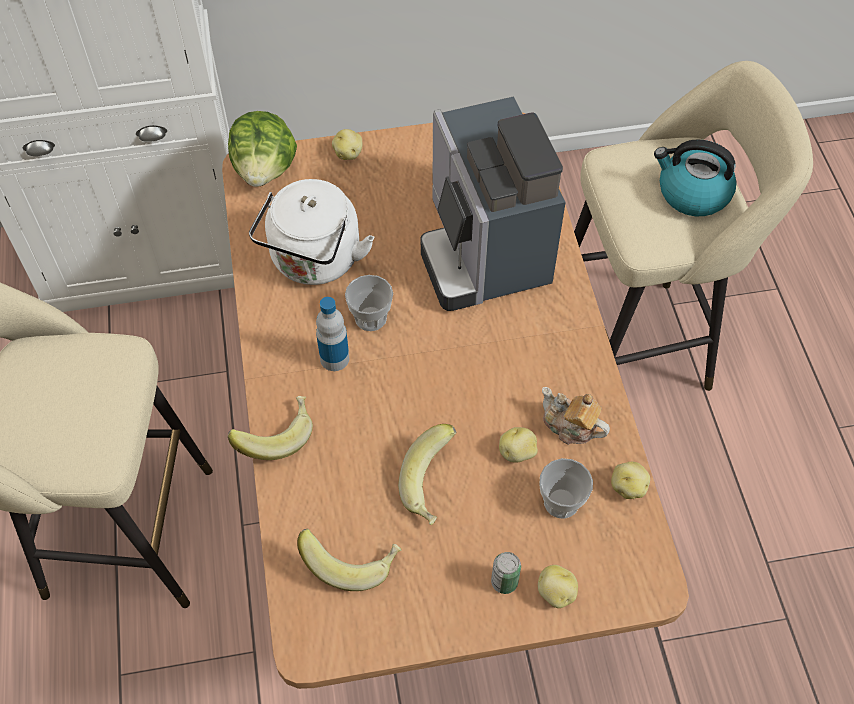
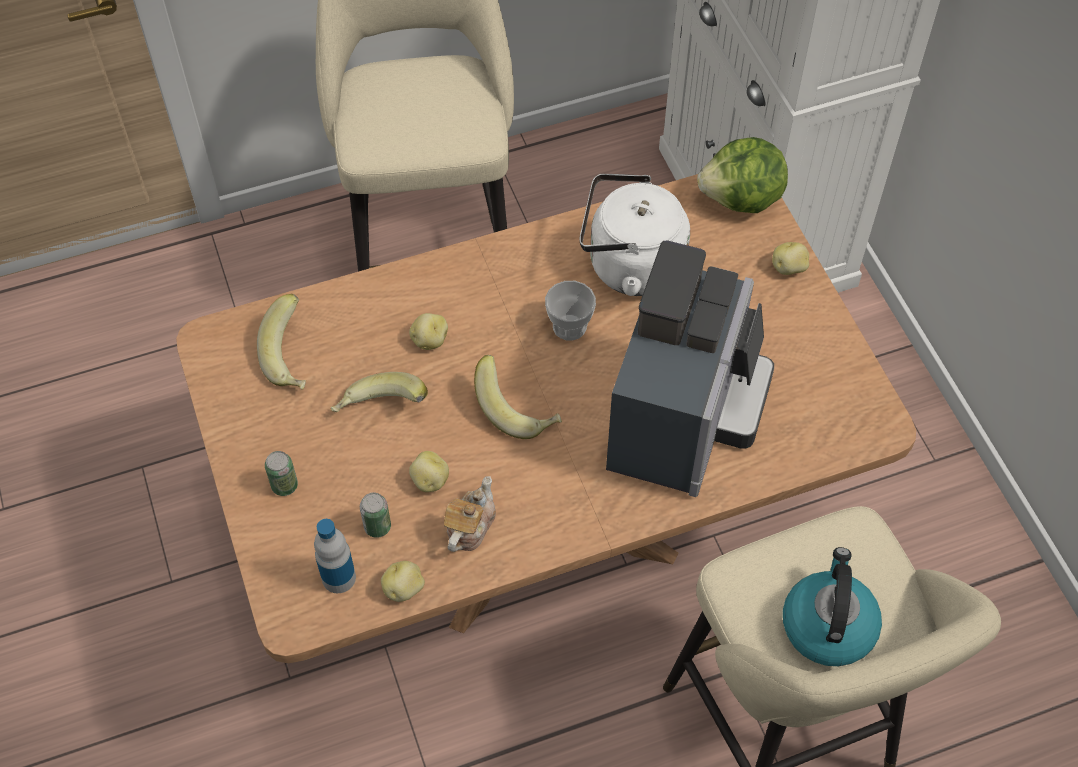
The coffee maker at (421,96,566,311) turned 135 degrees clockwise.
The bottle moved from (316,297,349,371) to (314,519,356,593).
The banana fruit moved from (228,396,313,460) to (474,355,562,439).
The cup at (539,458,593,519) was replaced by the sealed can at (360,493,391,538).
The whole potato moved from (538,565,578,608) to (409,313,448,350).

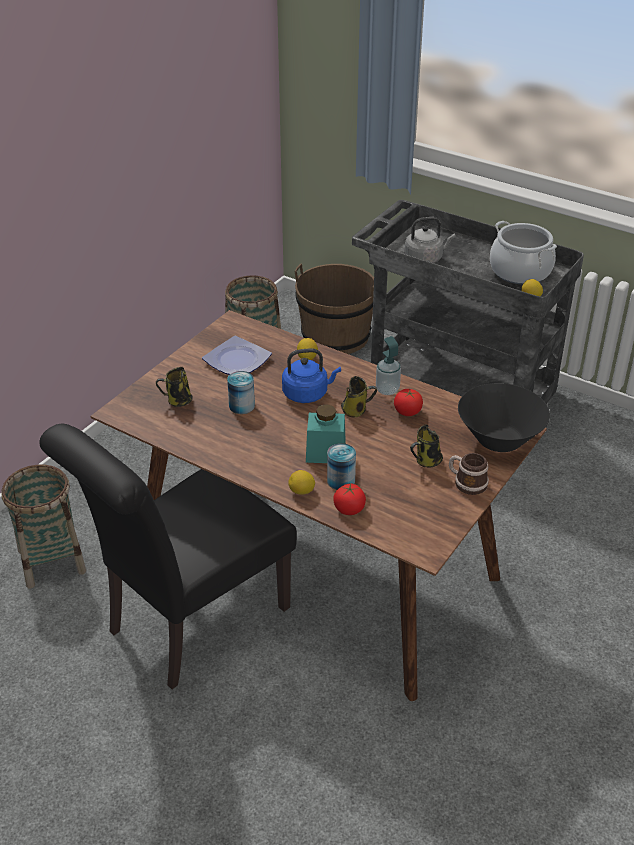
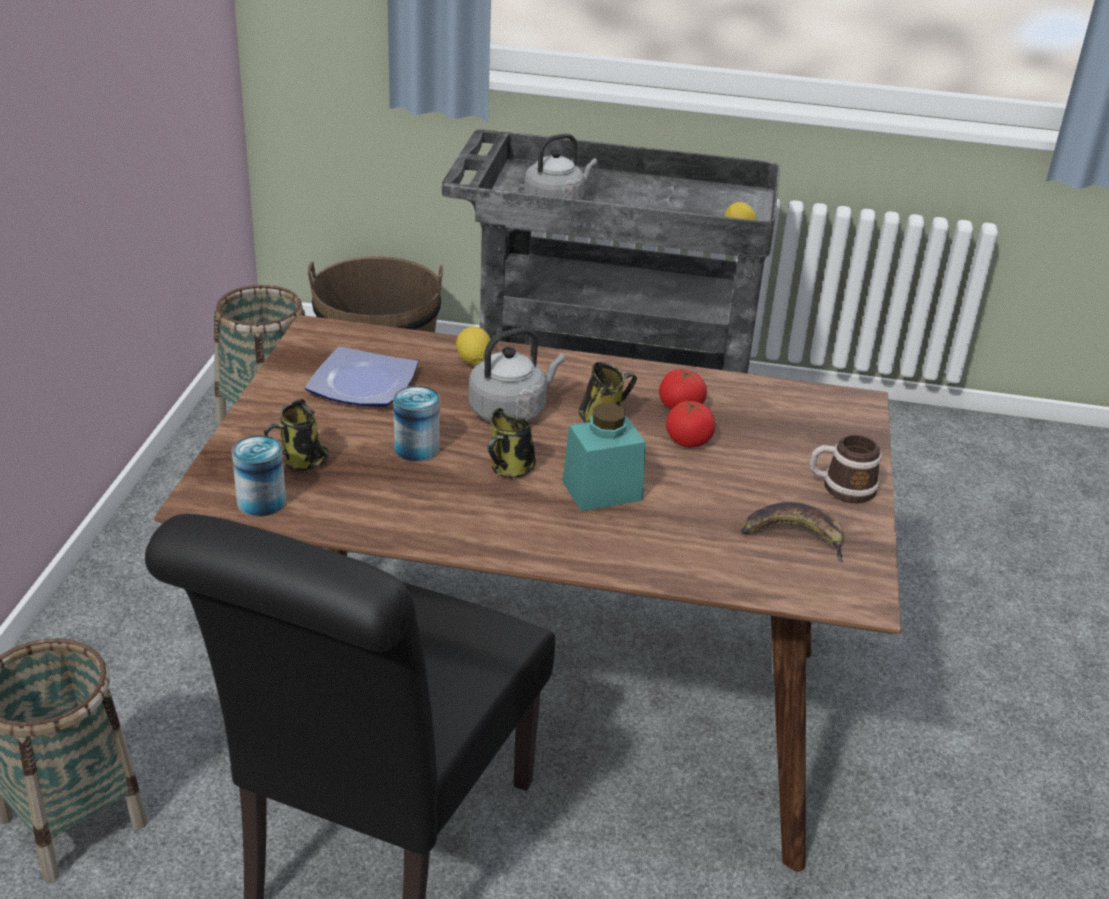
The cooking pot at (490,221,557,285) disappeared.
The soap bottle at (376,336,401,395) disappeared.
The blue-coloured kettle at (282,348,341,403) became the grey kettle at (469,327,565,422).
The black-coloured serving bowl at (458,383,550,452) disappeared.
The mug moved from (410,424,443,467) to (487,408,536,478).
The sealed can moved from (327,443,356,490) to (232,435,286,517).
The lemon at (288,470,315,495) disappeared.
The fresh tomato moved from (333,483,366,515) to (666,400,715,448).
The banana fruit at (741,502,844,563) appeared.

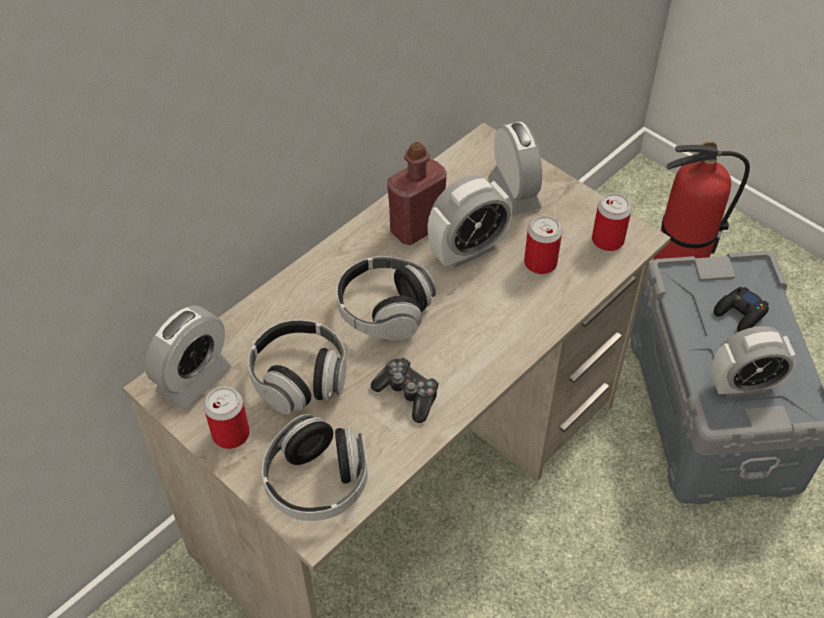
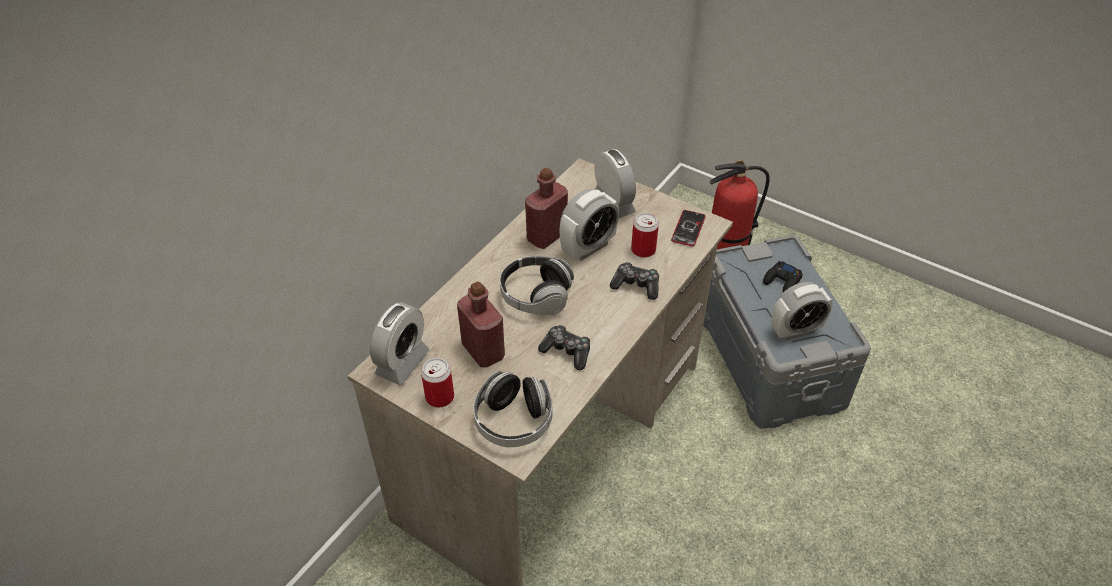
The sealed can at (592,193,632,251) was replaced by the handset at (671,210,706,247).
The pair of headphones at (248,320,346,414) was replaced by the red bottle at (457,282,505,367).
The joypad at (610,262,659,300) appeared.

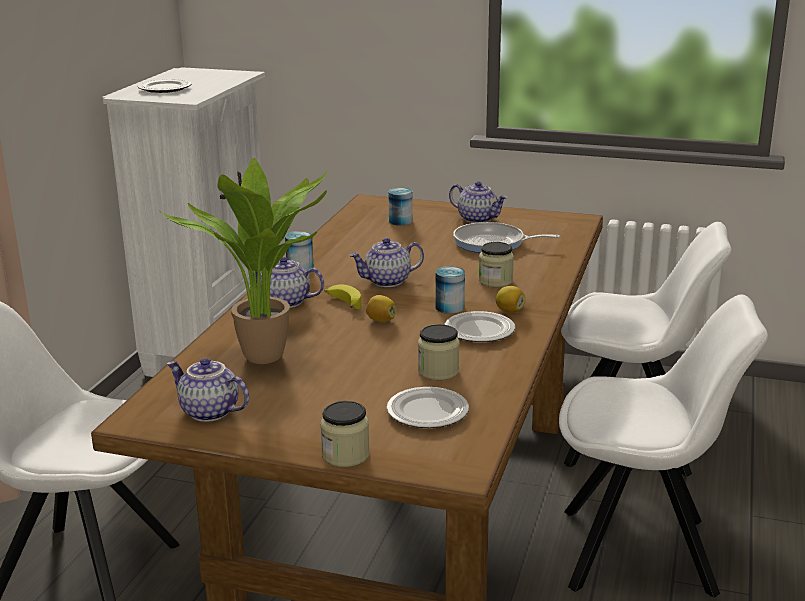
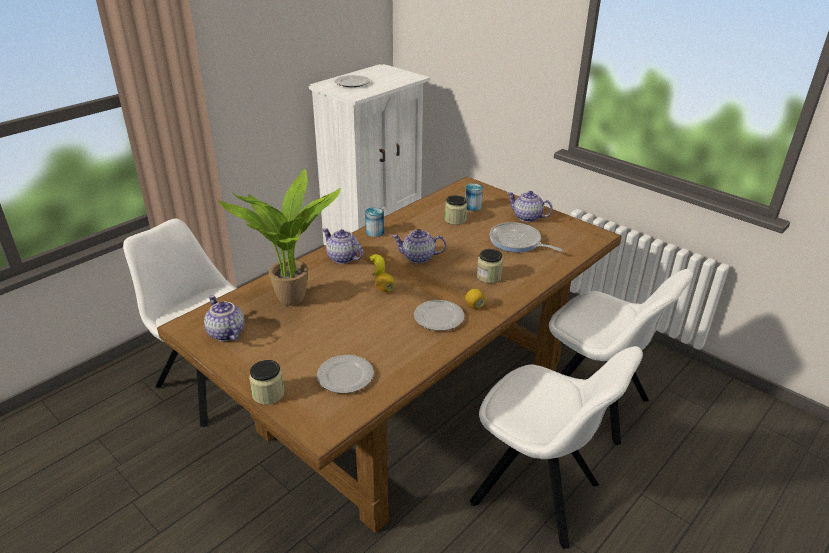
The teapot at (449,181,508,223) turned 150 degrees clockwise.
The sealed can at (436,266,465,314) disappeared.
The preserve jar moved from (418,324,459,380) to (445,195,467,225).

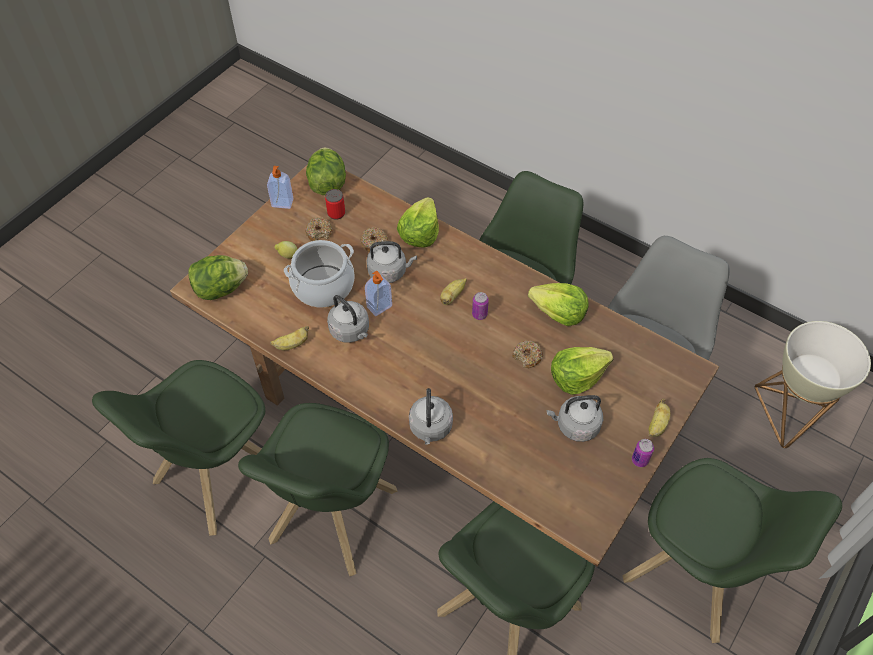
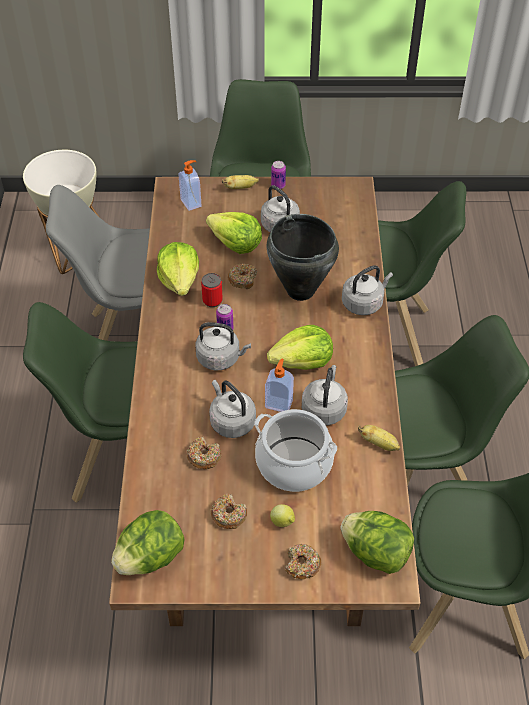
The soap bottle moved from (267,166,294,209) to (179,160,202,211).
The sealed can moved from (325,189,345,220) to (201,273,223,307).
The lettuce head moved from (397,197,439,248) to (267,325,333,370).
The banana fruit at (440,278,467,305) was replaced by the grey kettle at (196,322,251,370).
The black-coloured cooking pot at (267,214,339,301) appeared.
The ring doughnut at (285,544,322,579) appeared.

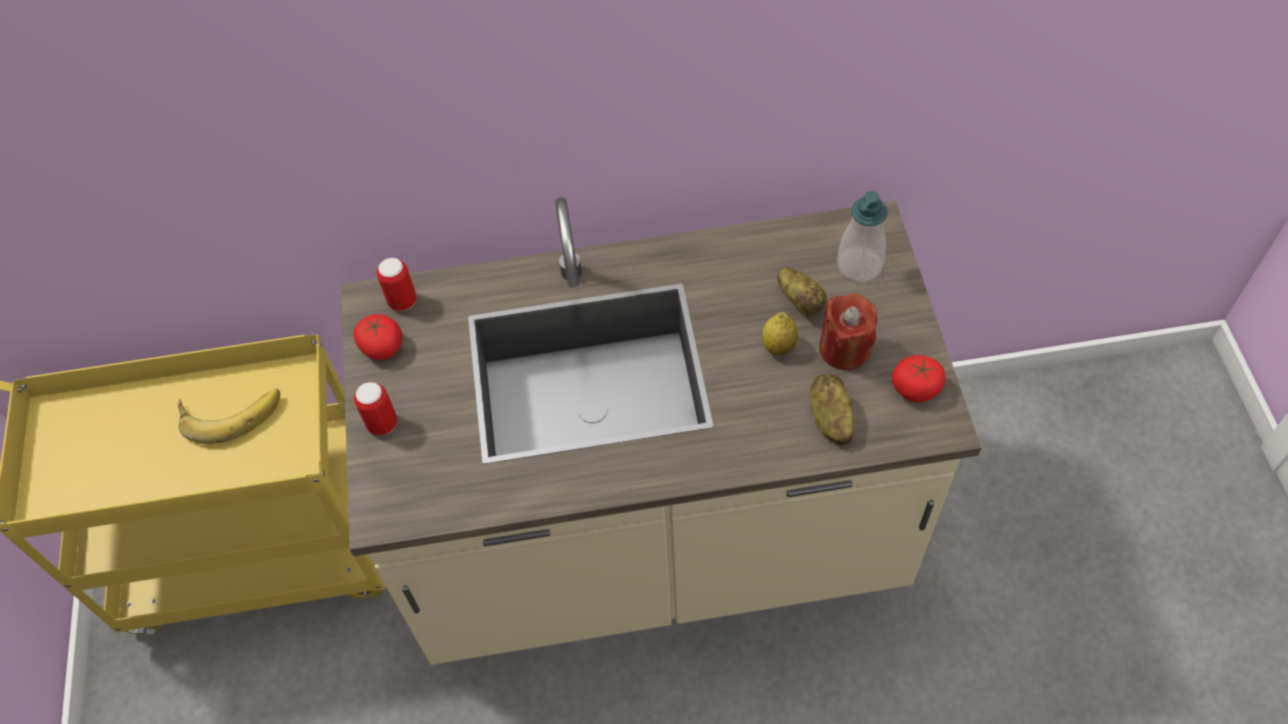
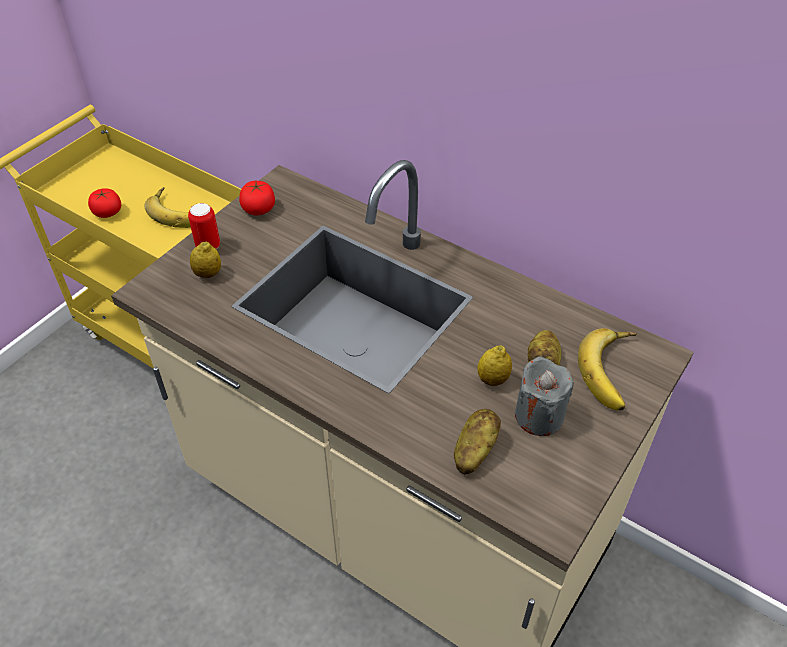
The soap bottle at (837,191,888,282) was replaced by the banana fruit at (578,328,637,410).
The sealed can at (377,258,417,311) disappeared.
The red candle at (819,293,877,370) became the grey candle at (515,356,574,436).
The fresh tomato moved from (892,355,945,403) to (88,189,121,218).
The lemon at (190,242,221,278) appeared.

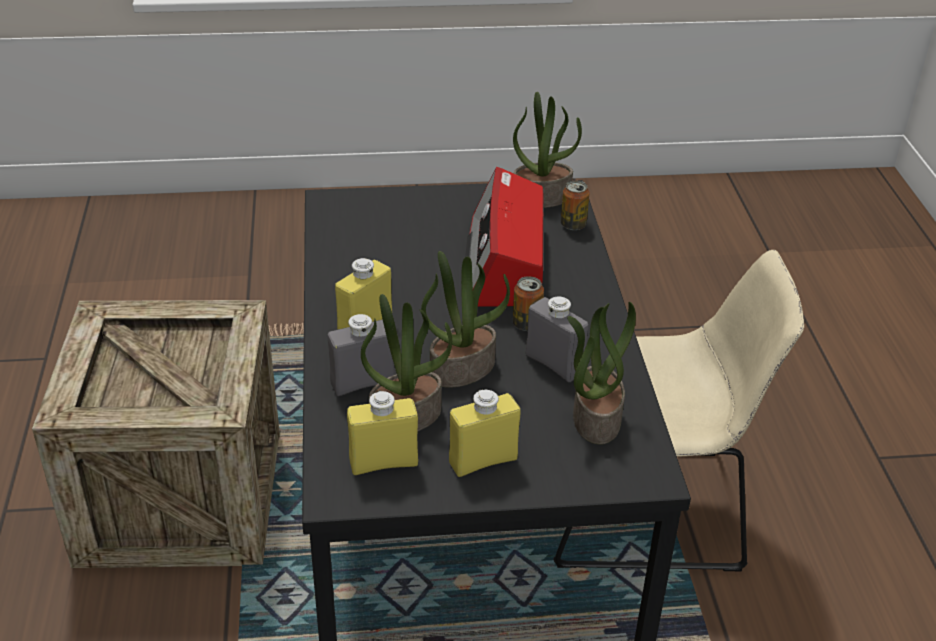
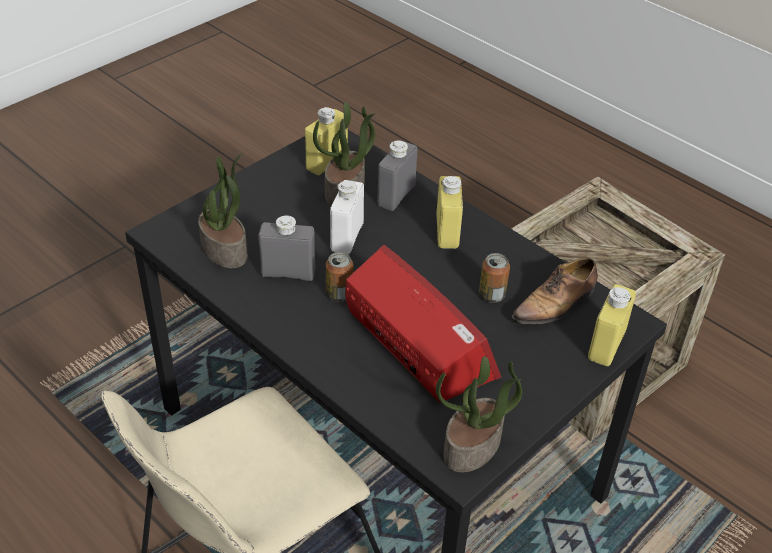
The sealed can moved from (561,181,590,230) to (479,253,510,303).
The plant in a pot at (421,251,510,388) was replaced by the white-coloured bottle at (330,180,364,254).
The yellowish bottle moved from (449,389,521,477) to (588,284,636,366).
The item of footwear at (512,257,598,324) appeared.

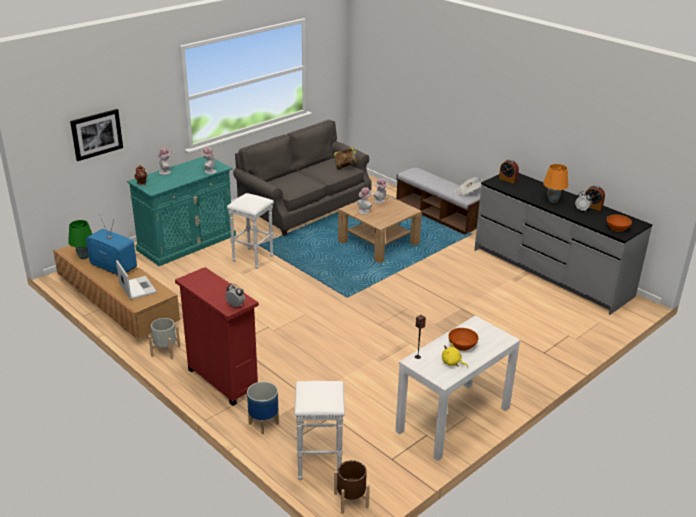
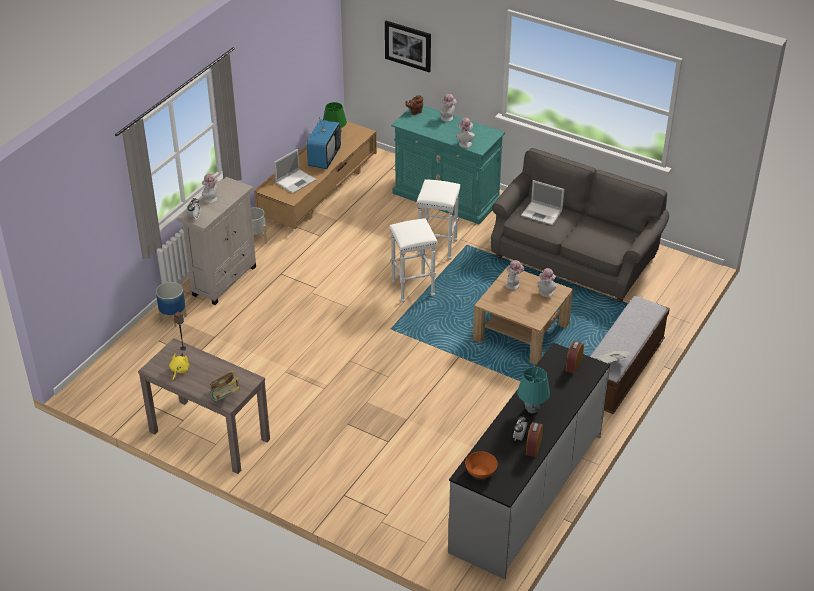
The bound book moved from (334,147,358,169) to (210,370,240,401).
The orange lamp for a table at (543,164,568,203) became the blue-green lamp for a table at (517,367,550,413).
The red cupboard at (175,267,259,406) became the sand-coloured cupboard at (177,177,256,305).
The white-coloured narrow table at (395,316,521,461) became the brown-coloured narrow table at (138,338,270,474).
The orange serving bowl at (448,328,479,351) disappeared.
The white-coloured stool seat moved from (295,381,345,480) to (389,218,438,303).
The brown-coloured plant pot at (334,460,370,514) disappeared.
The hat at (202,174,219,203) appeared.
The notebook computer at (521,180,565,225) appeared.

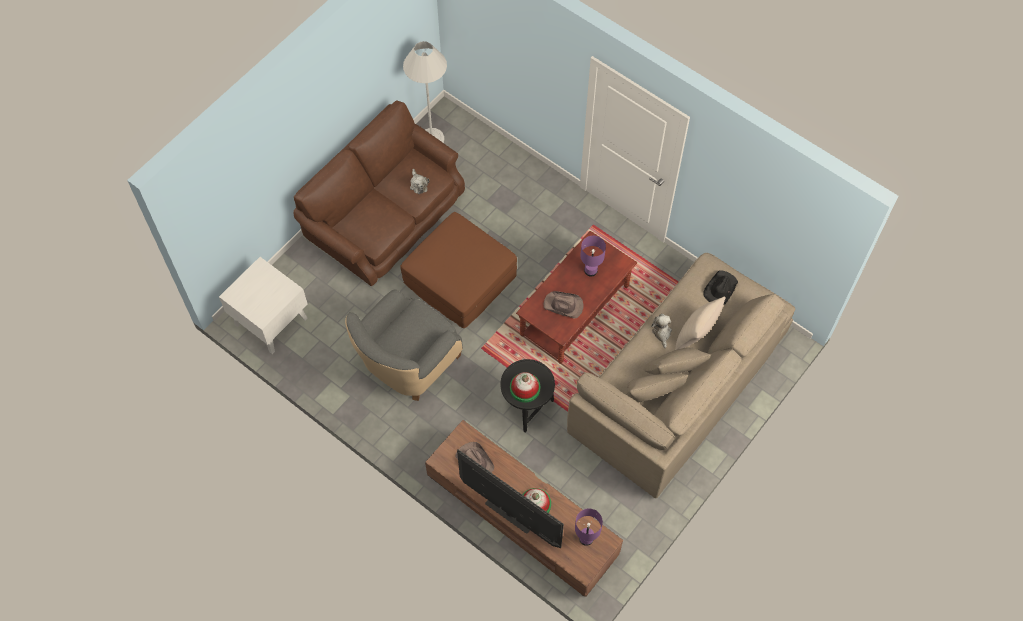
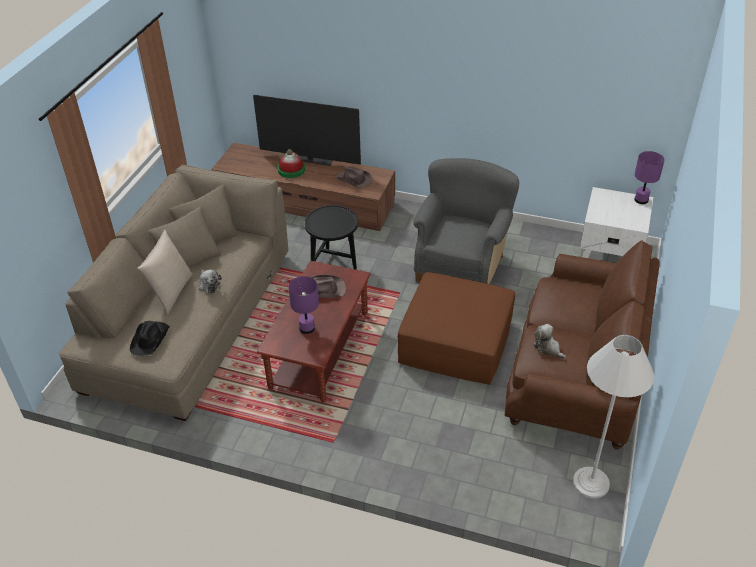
The hat at (510,372,540,402) disappeared.
The purplish lamp for a table moved from (575,509,603,546) to (634,151,664,204).

